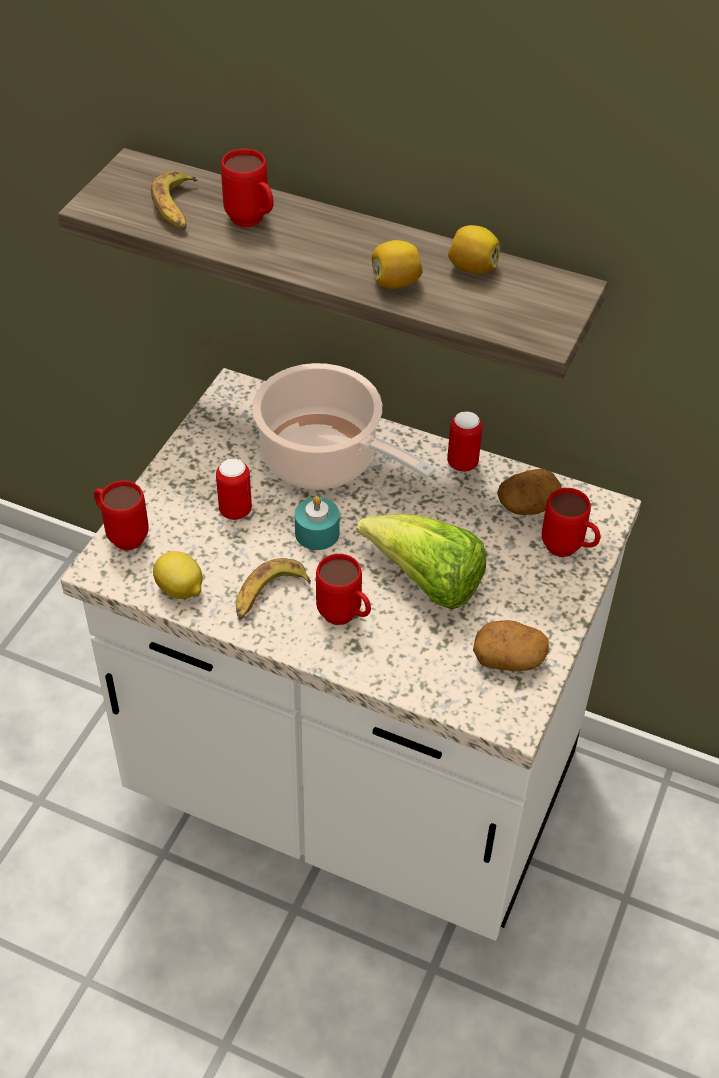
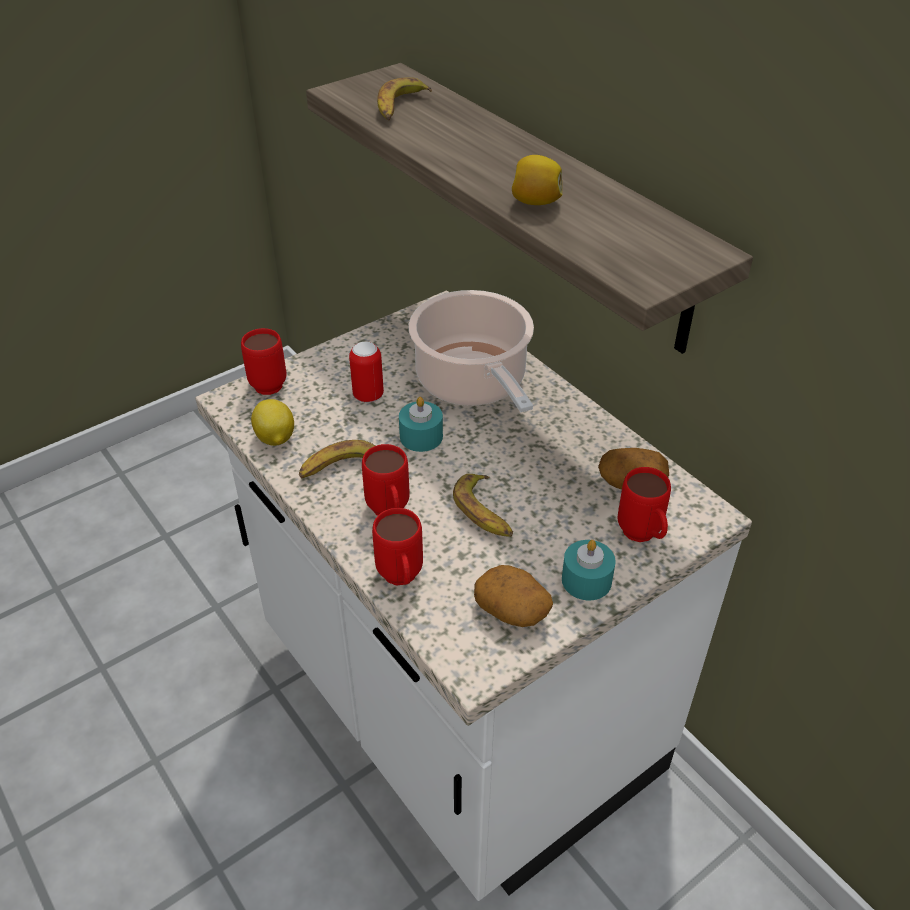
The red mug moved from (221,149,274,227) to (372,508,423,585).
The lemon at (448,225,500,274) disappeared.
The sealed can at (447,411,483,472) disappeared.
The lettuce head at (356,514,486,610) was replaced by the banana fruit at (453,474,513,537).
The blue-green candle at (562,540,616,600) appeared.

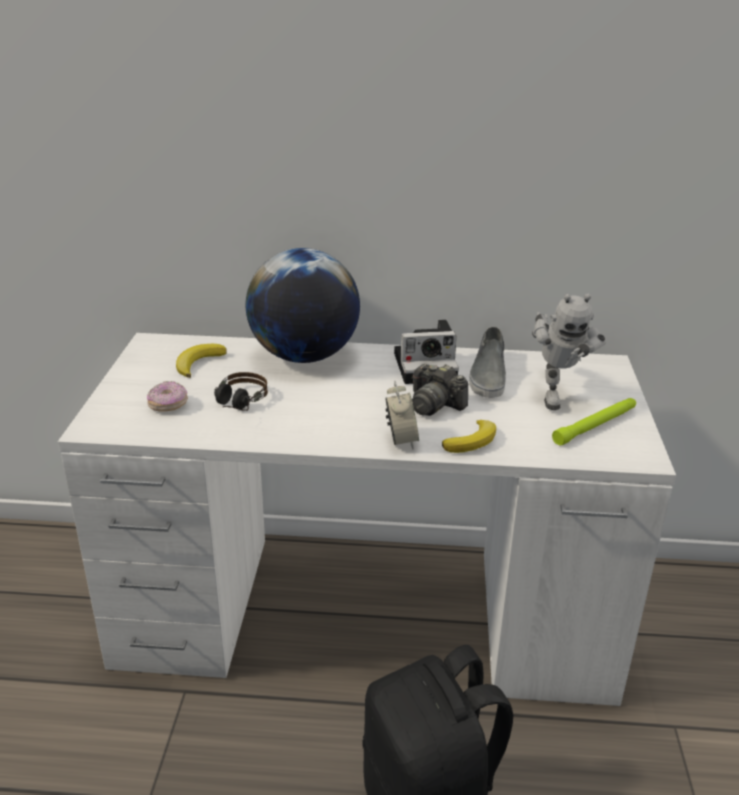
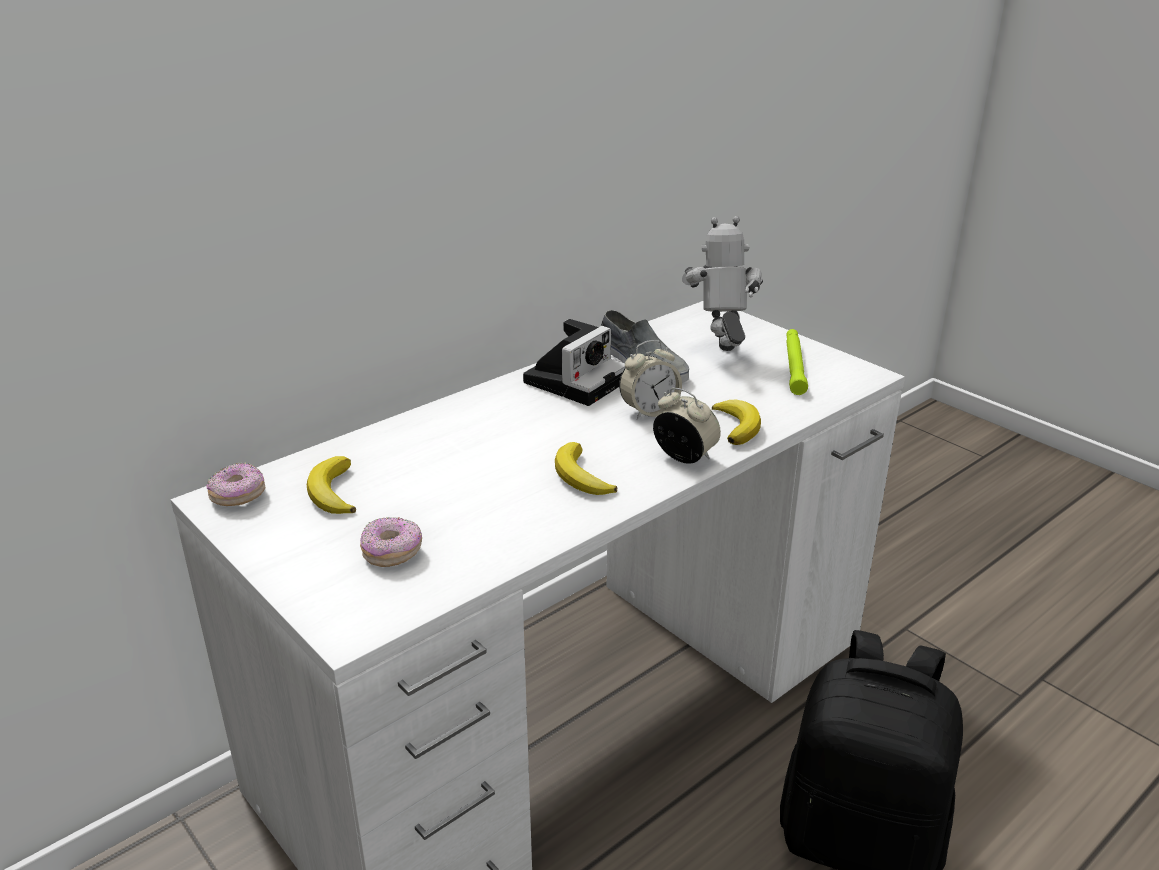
The world globe at (246,248,360,363) disappeared.
The robot figure at (532,293,606,410) turned 135 degrees counterclockwise.
The photo camera at (412,364,468,416) was replaced by the alarm clock at (619,340,682,420).
The pair of headphones at (214,372,268,411) disappeared.
The banana fruit at (555,442,617,495) appeared.
The ring doughnut at (207,462,265,506) appeared.

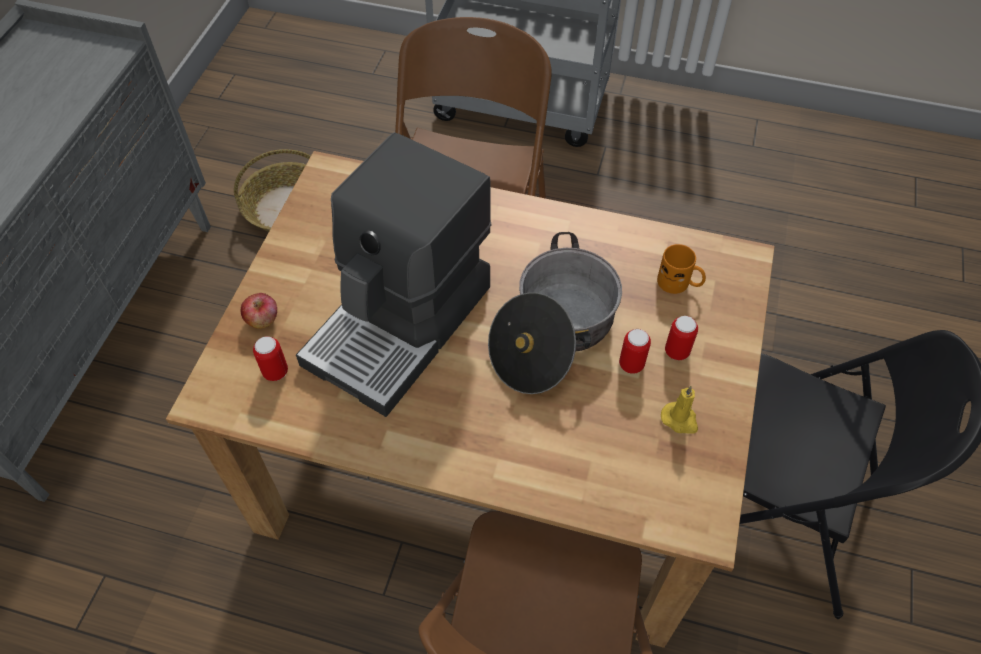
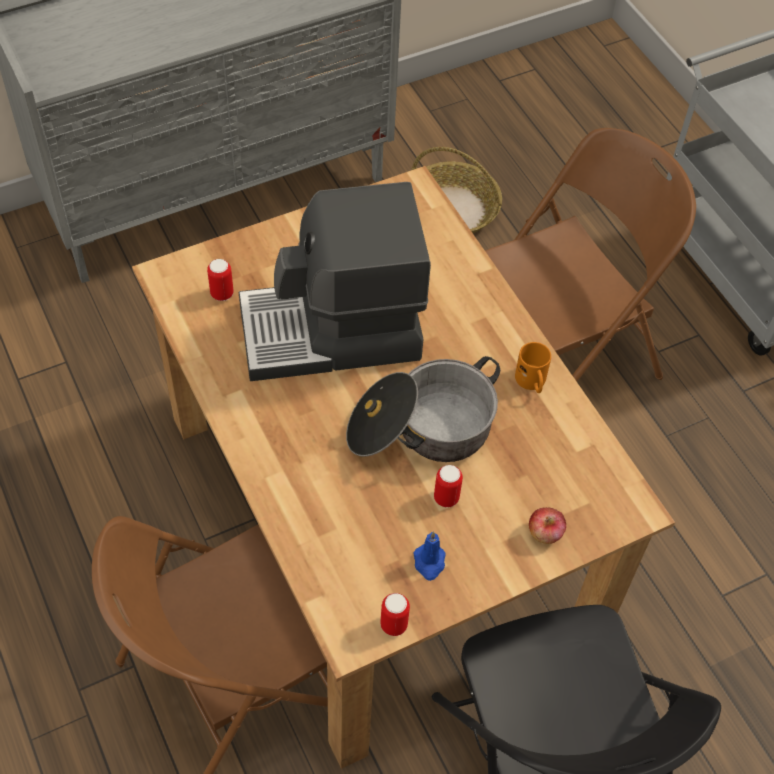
The orange mug moved from (657,244,706,294) to (515,342,551,393).
The whole apple moved from (241,293,277,329) to (529,507,566,544).
The sealed can moved from (665,316,698,360) to (380,593,410,636).
The yellowish candle at (661,386,698,434) became the blue-coloured candle at (413,531,446,581).

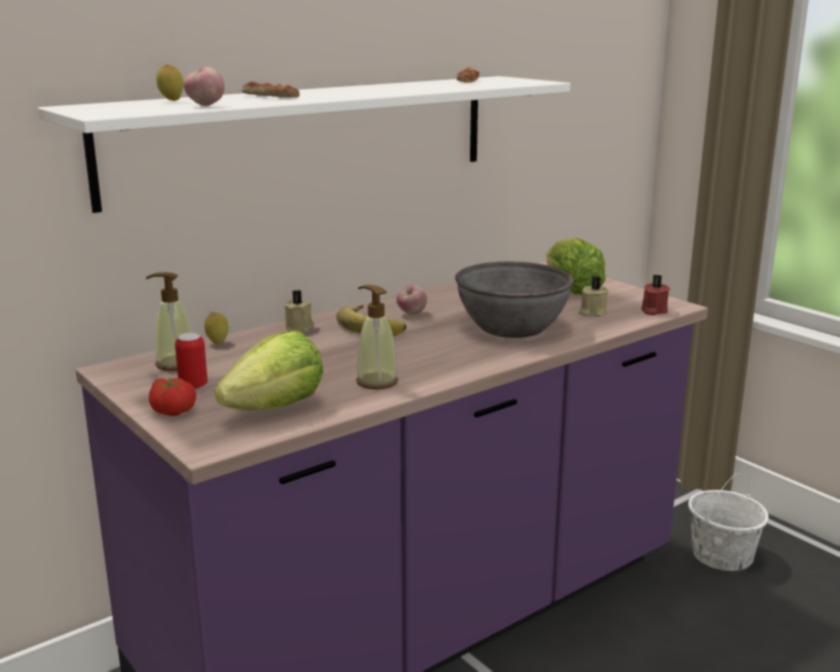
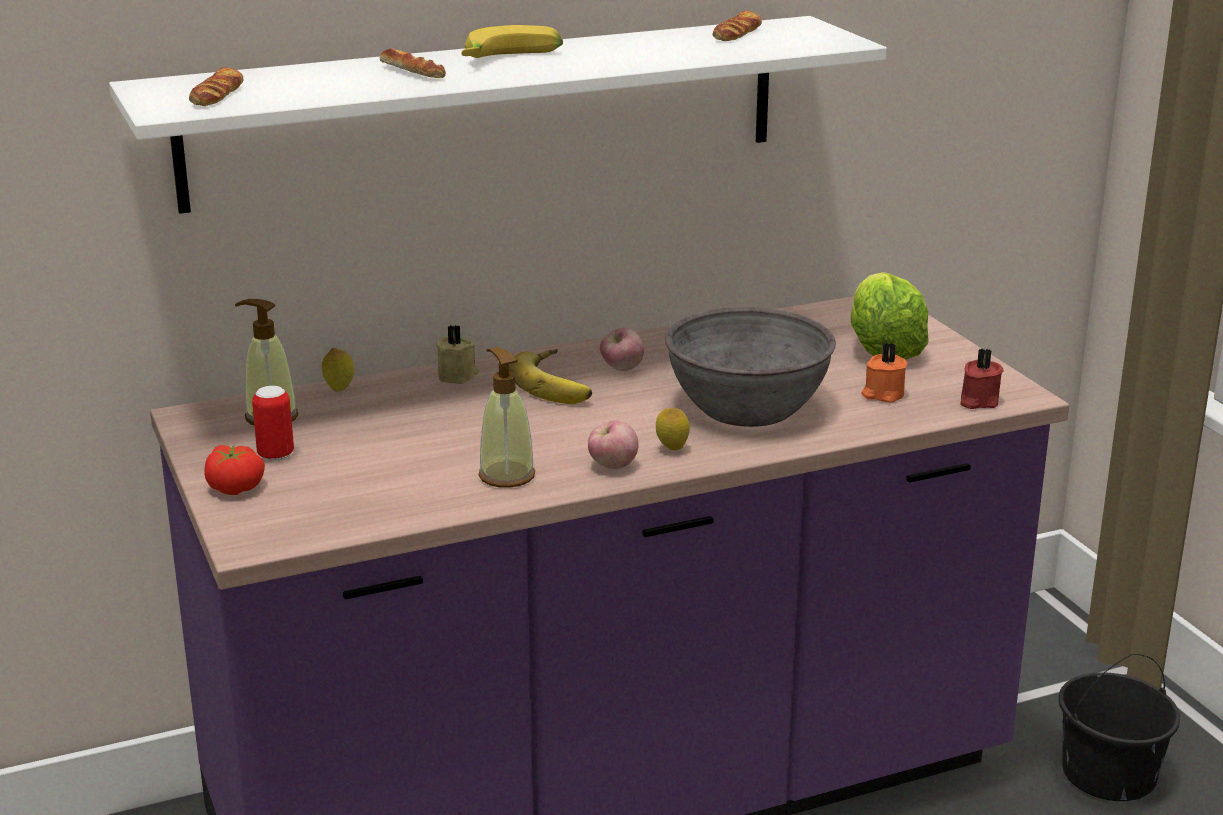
The lemon moved from (156,64,184,101) to (656,408,690,450).
The whole apple moved from (184,67,225,106) to (588,421,639,469).
The sand-coloured candle at (579,277,609,316) became the orange candle at (862,343,907,403).
The lettuce head at (215,330,323,411) disappeared.
The white-coloured water bucket at (688,473,769,571) became the black-coloured water bucket at (1059,654,1180,801).
The banana fruit at (461,25,563,58) appeared.
The bakery bread at (189,68,243,106) appeared.

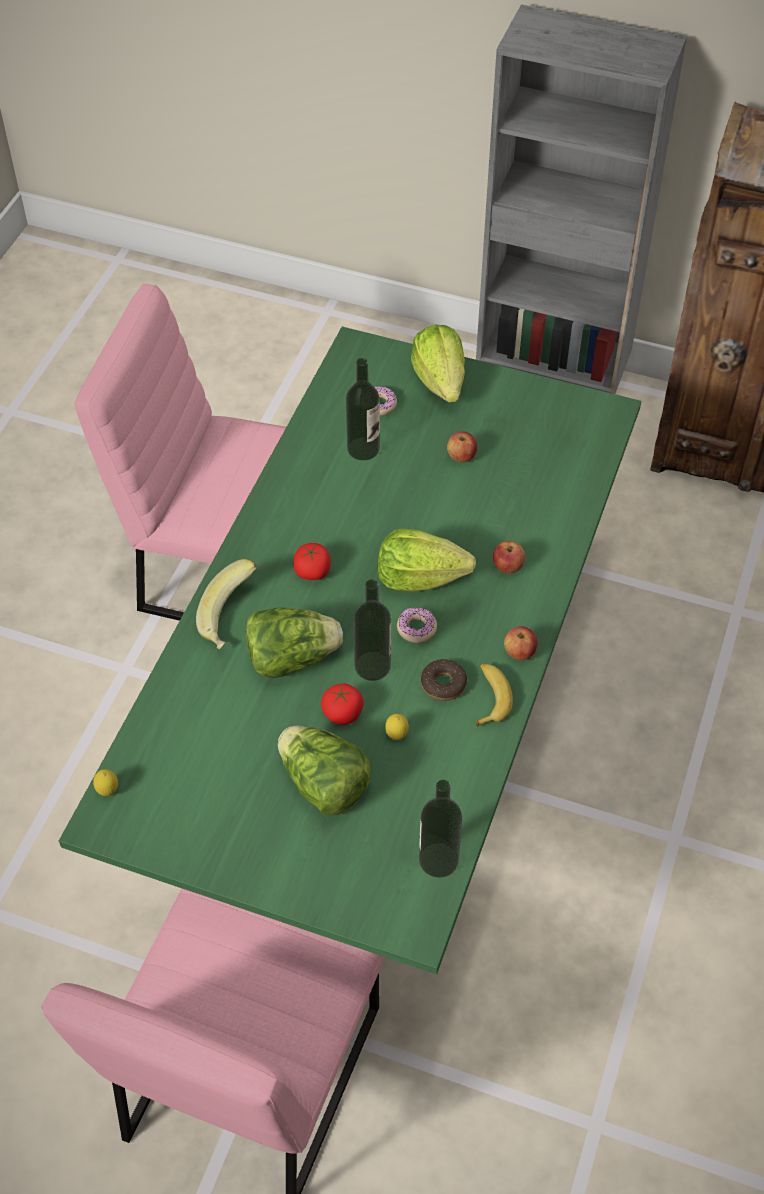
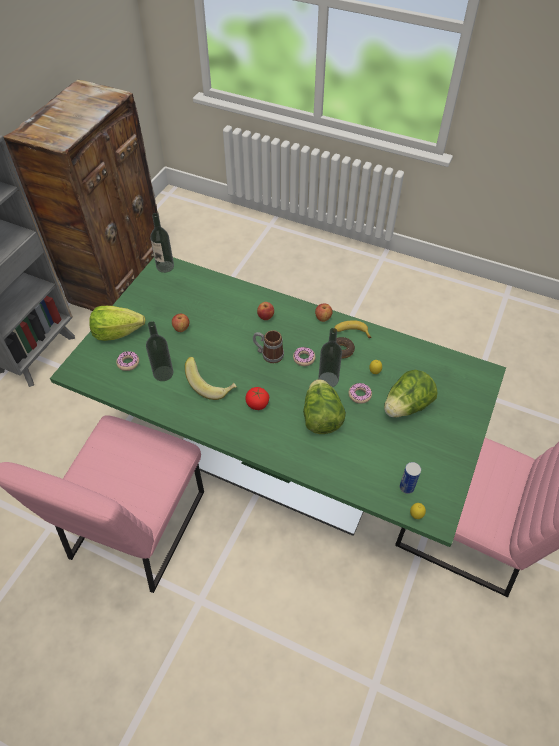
The lettuce head at (378,529,476,592) was replaced by the mug at (253,330,284,363).
The banana fruit moved from (196,559,257,649) to (185,357,237,400).
The fresh tomato at (321,683,364,725) was replaced by the ring doughnut at (348,383,372,404).
The bottle moved from (419,780,462,877) to (150,213,174,273).
The sealed can at (400,462,421,494) appeared.

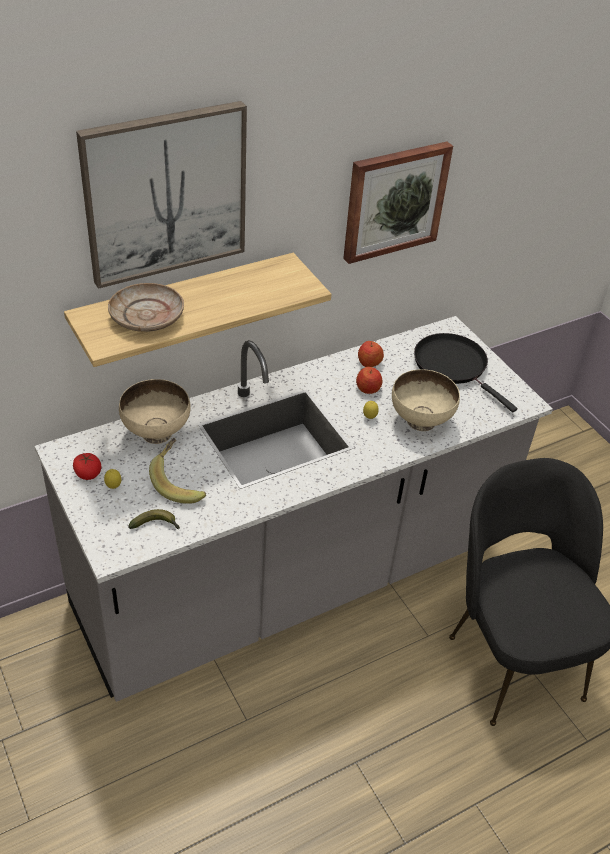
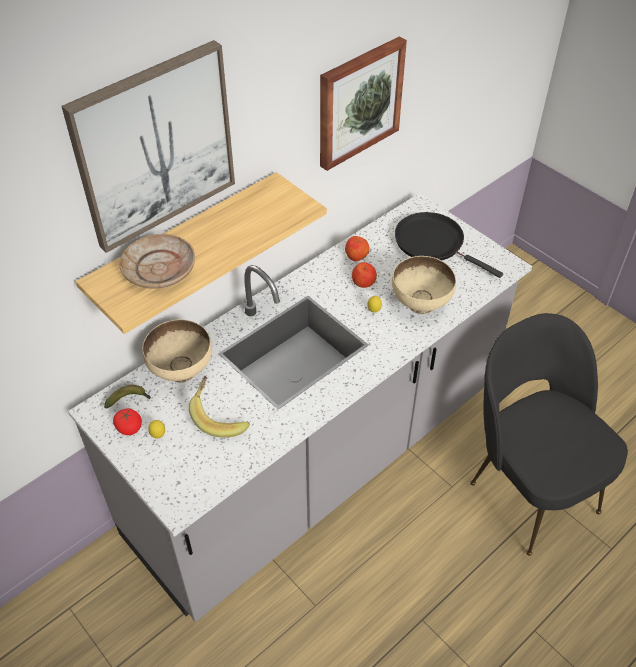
The banana fruit moved from (128,509,180,529) to (104,385,151,409).

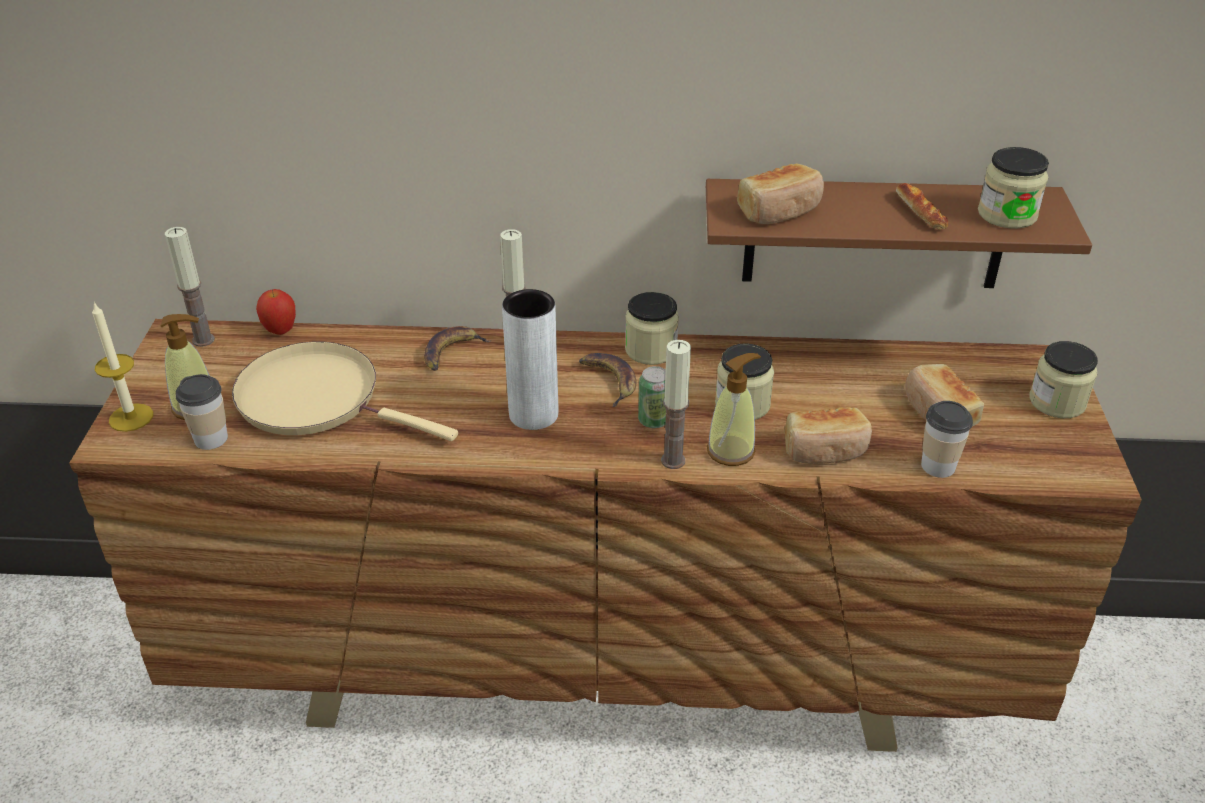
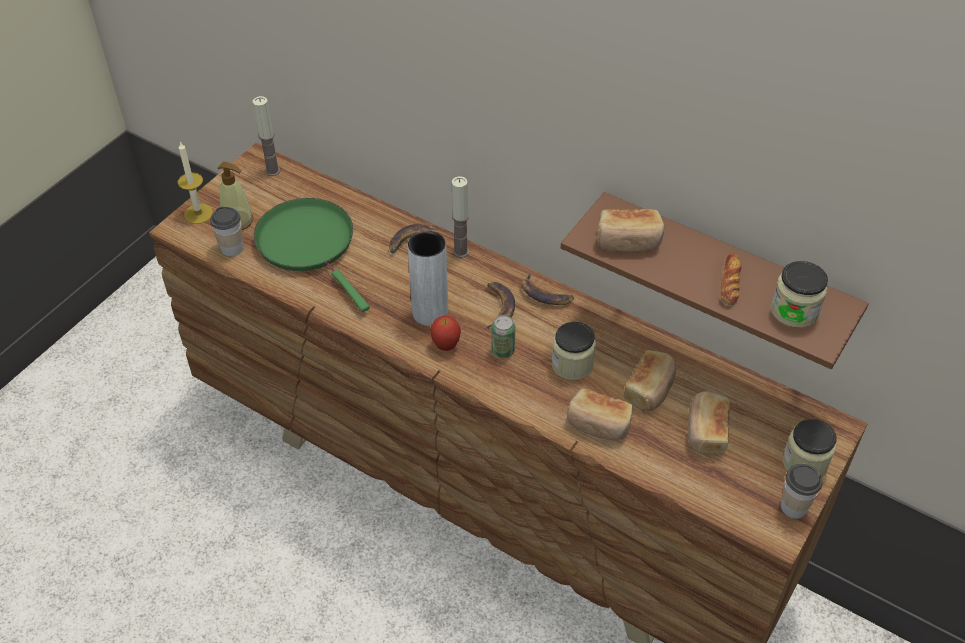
The whole apple moved from (256,289,296,335) to (430,316,461,351).
The preserve jar at (625,292,679,365) was replaced by the banana fruit at (521,273,574,305).
The candle at (661,340,691,469) disappeared.
The sand-coloured pan at (232,342,458,441) became the green-coloured pan at (254,198,370,312).
The soap bottle at (707,353,761,466) disappeared.
The cup moved from (921,401,973,478) to (781,463,823,519).
The bakery bread at (624,350,676,411) appeared.

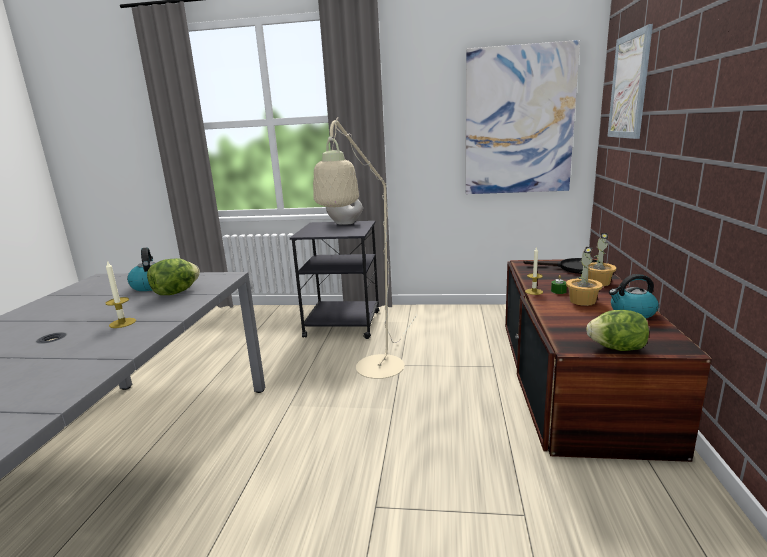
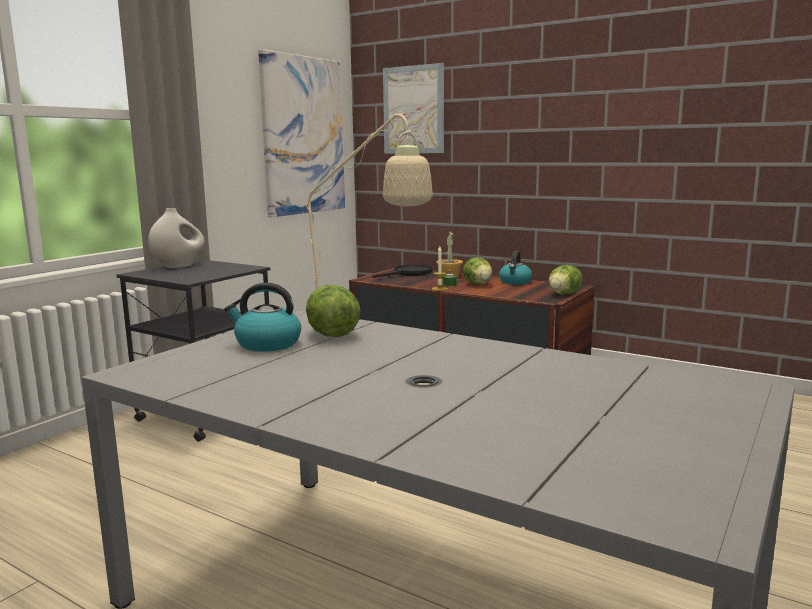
The plant in a pot at (566,247,603,306) was replaced by the lettuce head at (463,257,492,285).
The candle at (106,260,136,328) disappeared.

